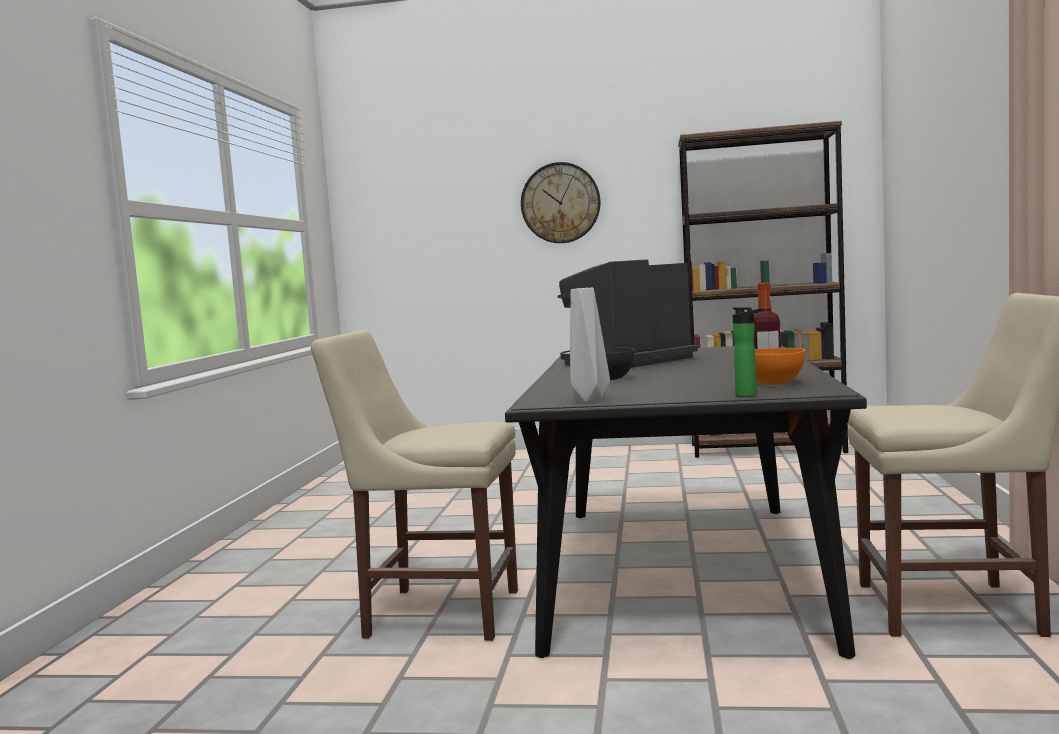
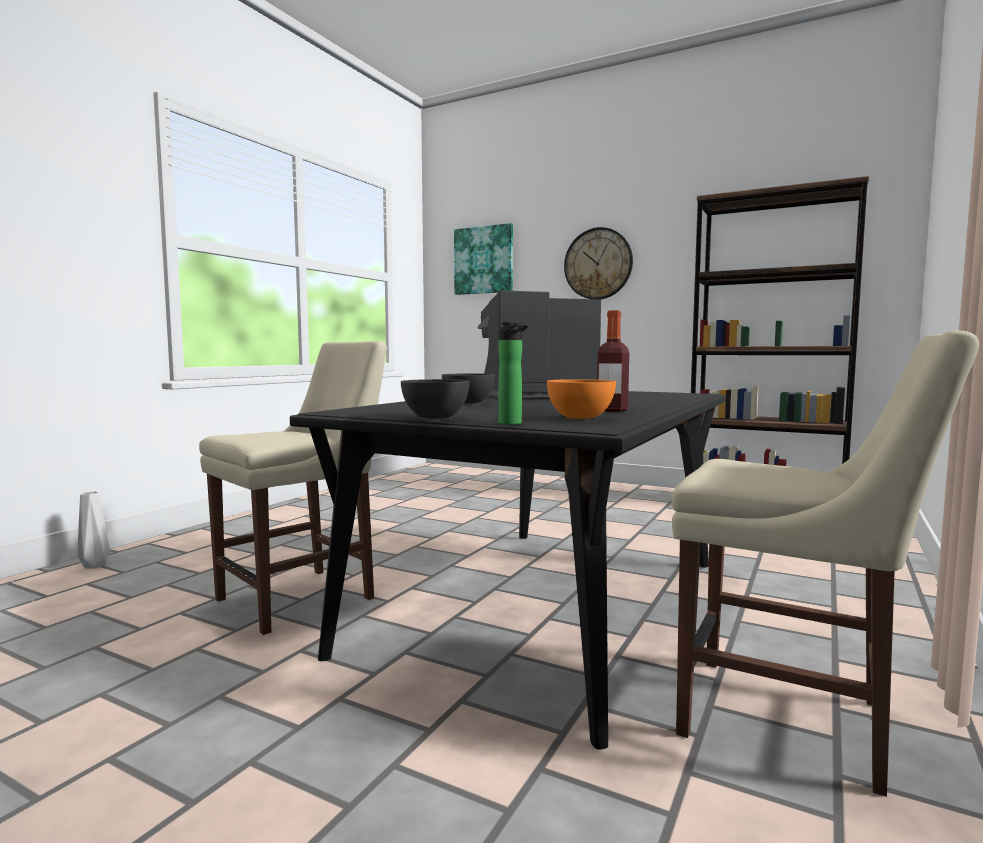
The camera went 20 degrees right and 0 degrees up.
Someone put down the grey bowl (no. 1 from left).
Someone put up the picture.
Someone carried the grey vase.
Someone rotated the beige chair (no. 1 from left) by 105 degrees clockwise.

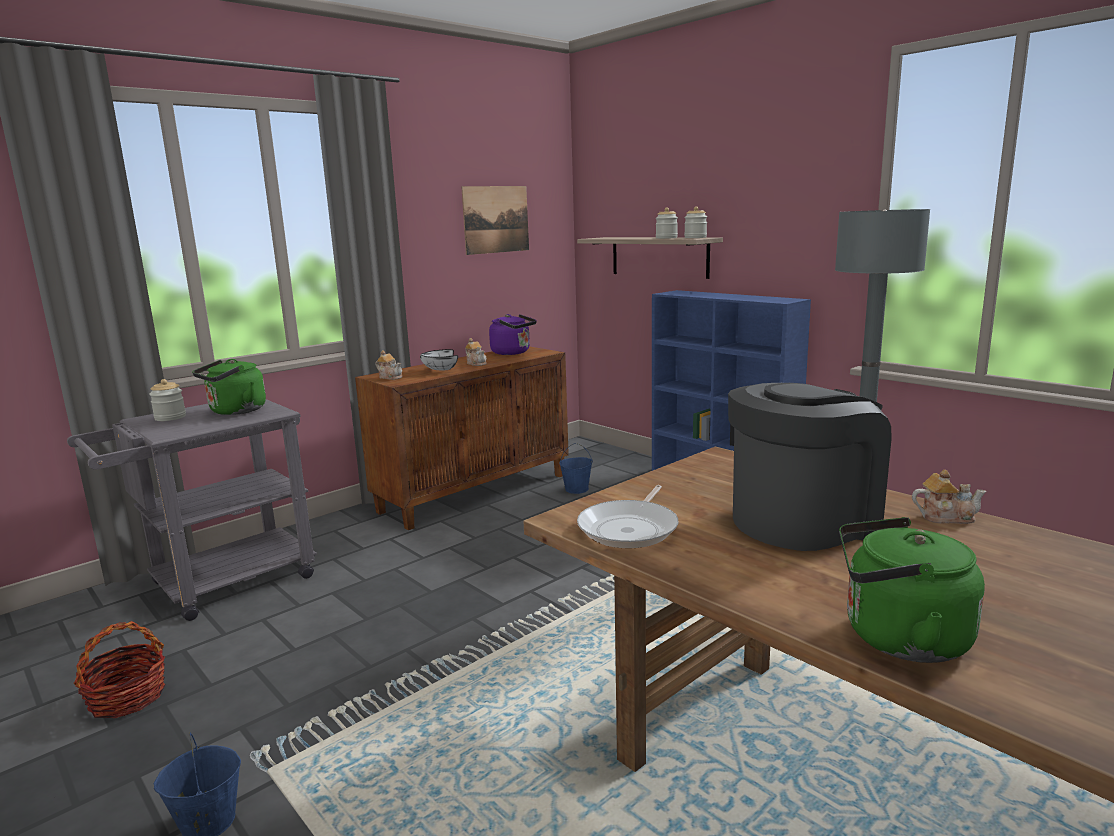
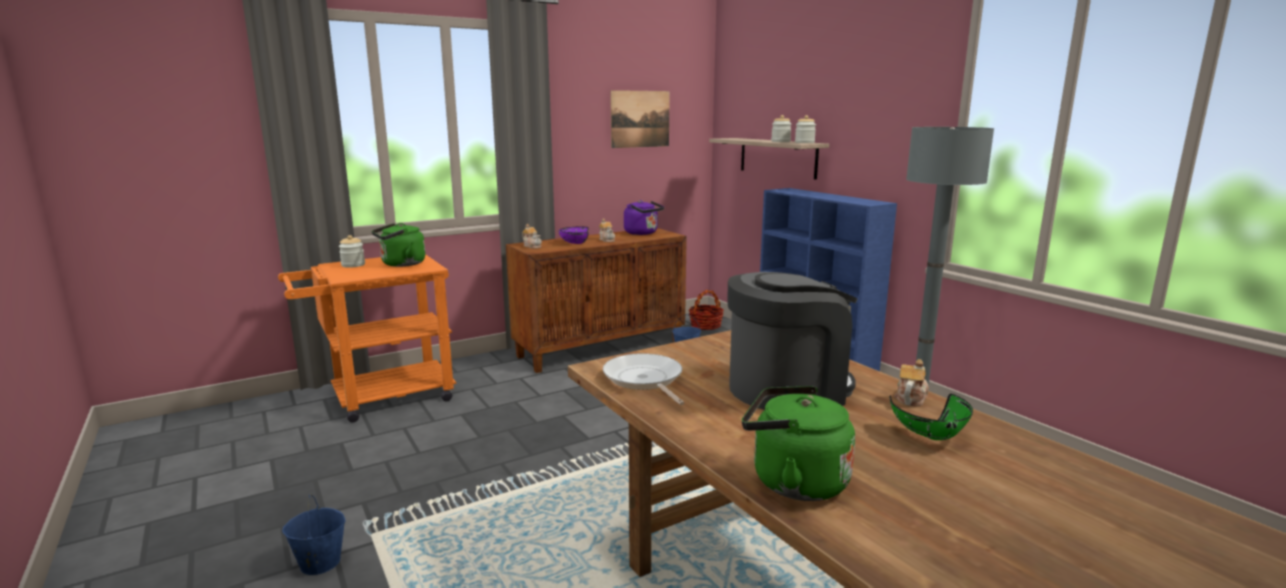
The camera went 10 degrees right and 0 degrees up.
Someone put down the green bowl.
Someone carried the basket.
Someone repainted the grey cart, which became the orange cart.
Someone repainted the white bowl, which became the purple bowl.
Someone rotated the frying pan by 120 degrees clockwise.
Someone rotated the teapot (no. 3 from left) by 75 degrees counterclockwise.

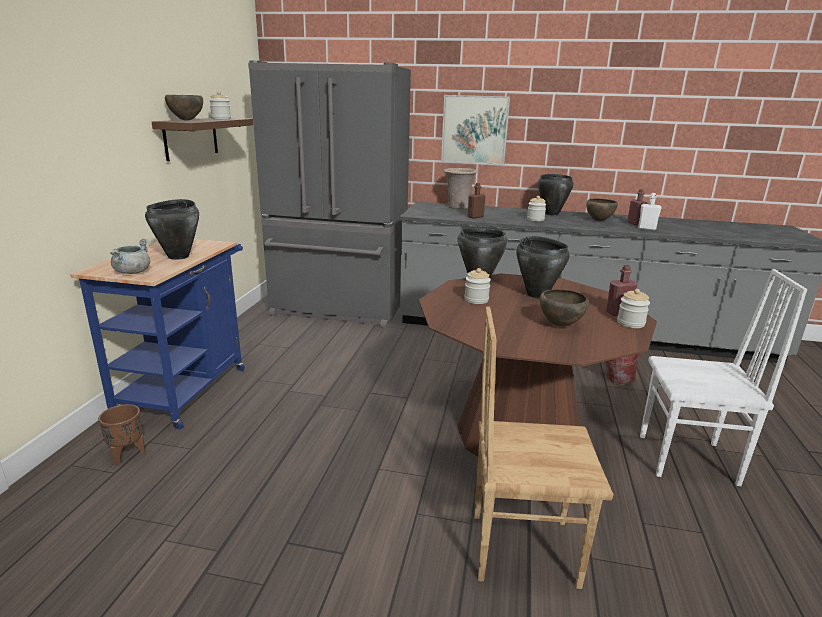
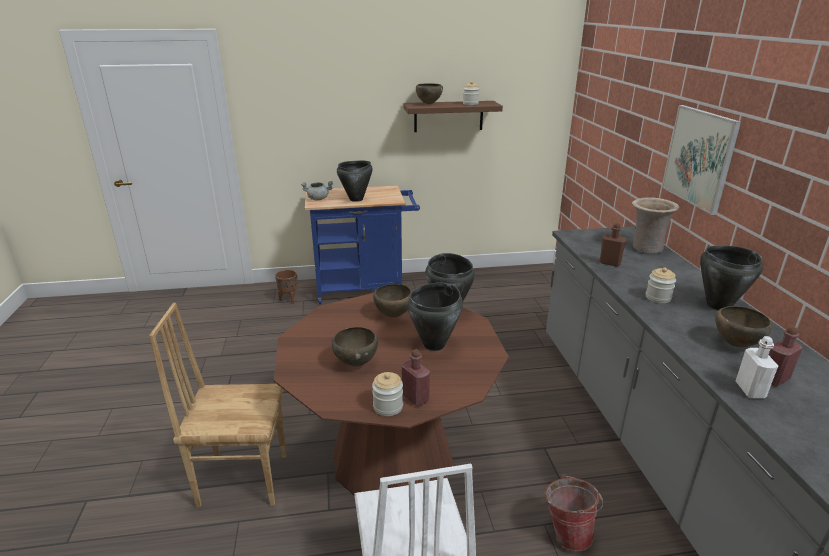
The camera went 70 degrees right and 5 degrees up.
Someone took away the grey fridge.
Someone swapped the jar (no. 2 from left) for the brown bowl (no. 2 from left).
Someone rotated the brown chair by 75 degrees counterclockwise.

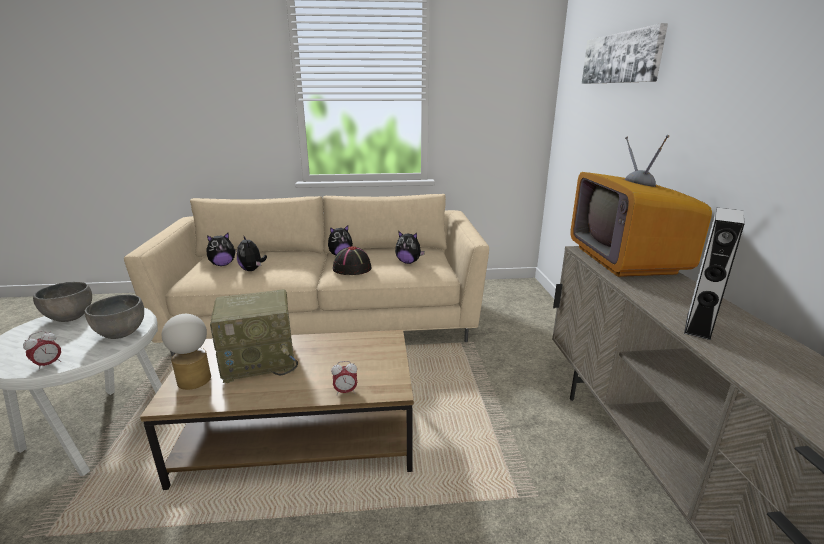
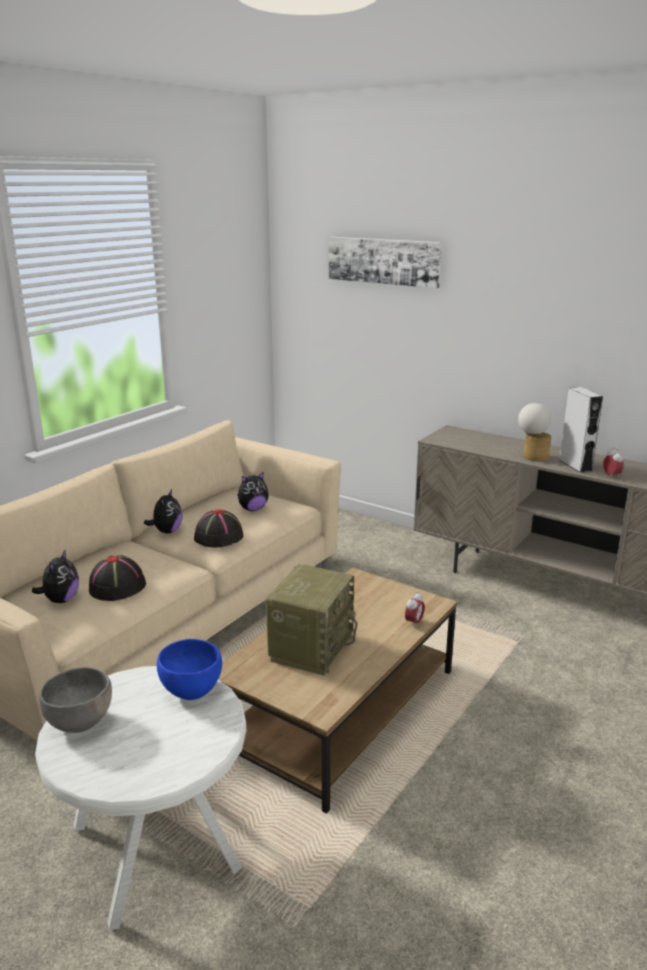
The camera went 50 degrees left and 0 degrees up.
Someone took away the television.
Someone carried the alarm clock (no. 1 from left in the first image).
Someone carried the table lamp.
Someone swapped the plush toy (no. 2 from left) for the black hat (no. 1 from left).
Someone repainted the grey bowl (no. 2 from left), which became the blue bowl.

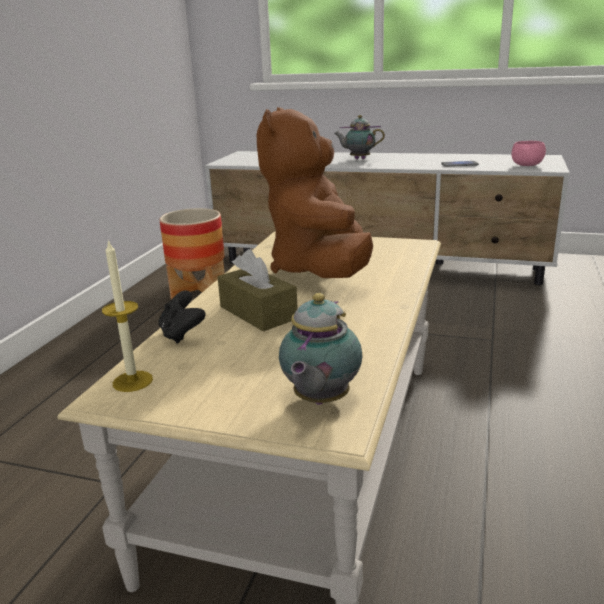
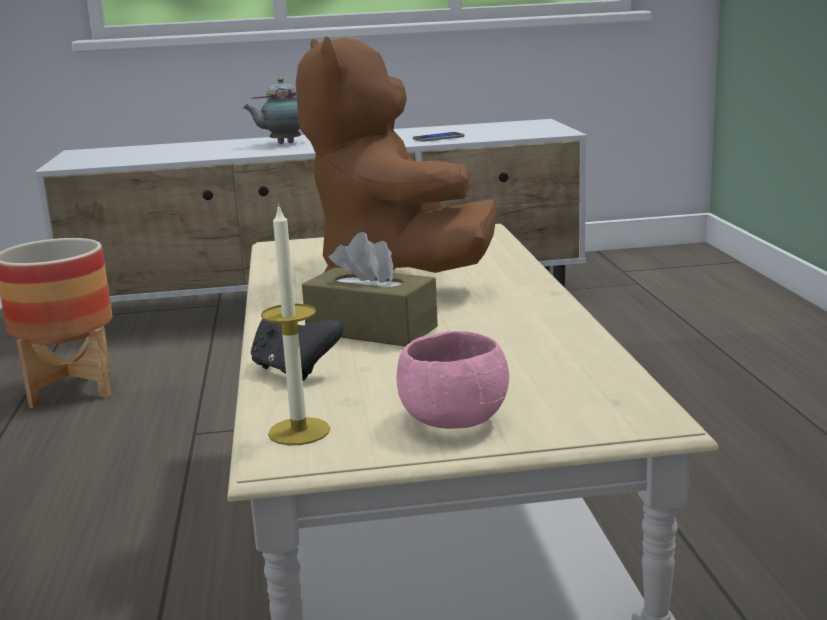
The camera went 25 degrees left and 5 degrees down.
Someone took away the teapot (no. 1 from left).
Someone carried the pink bowl.

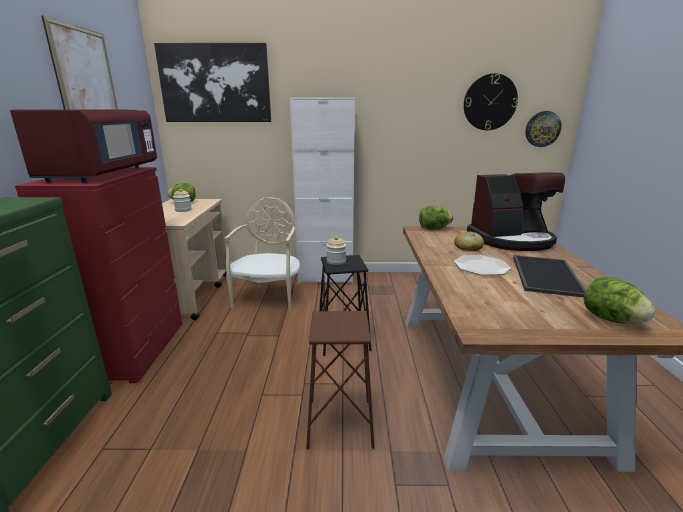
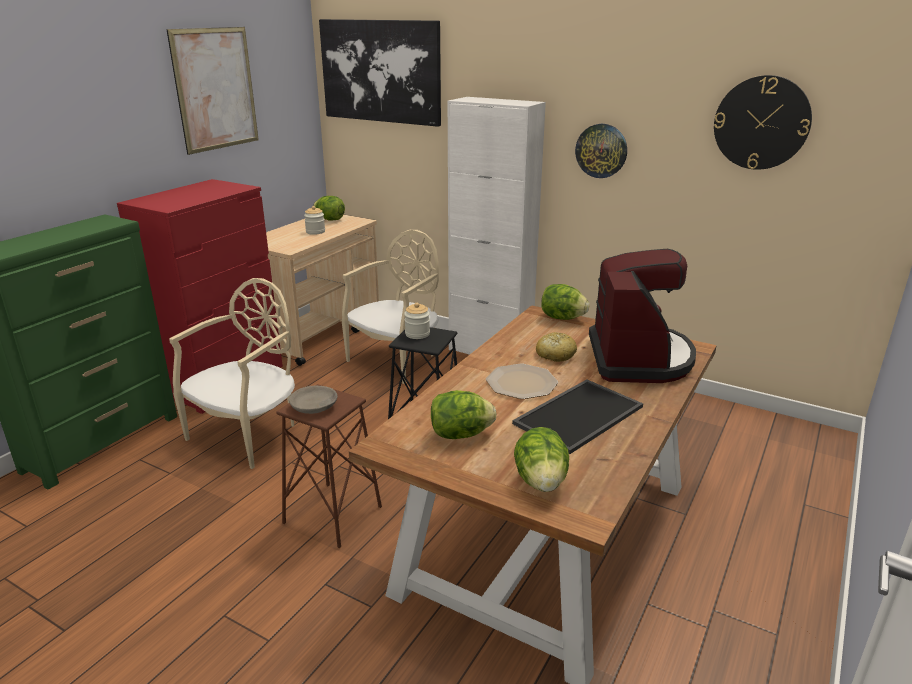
The camera went 30 degrees right and 5 degrees up.
Someone took away the red microwave.
Someone put down the beige chair (no. 1 from left).
Someone put down the grey bowl.
Someone put down the lettuce (no. 2 from left).
Someone carried the wall clock (no. 2 from left in the first image).
Someone rotated the coffee machine by 105 degrees counterclockwise.

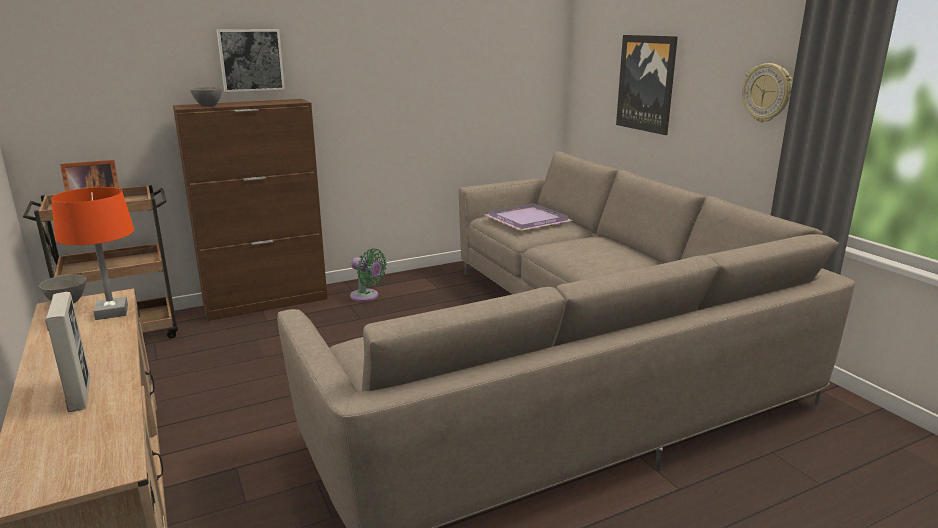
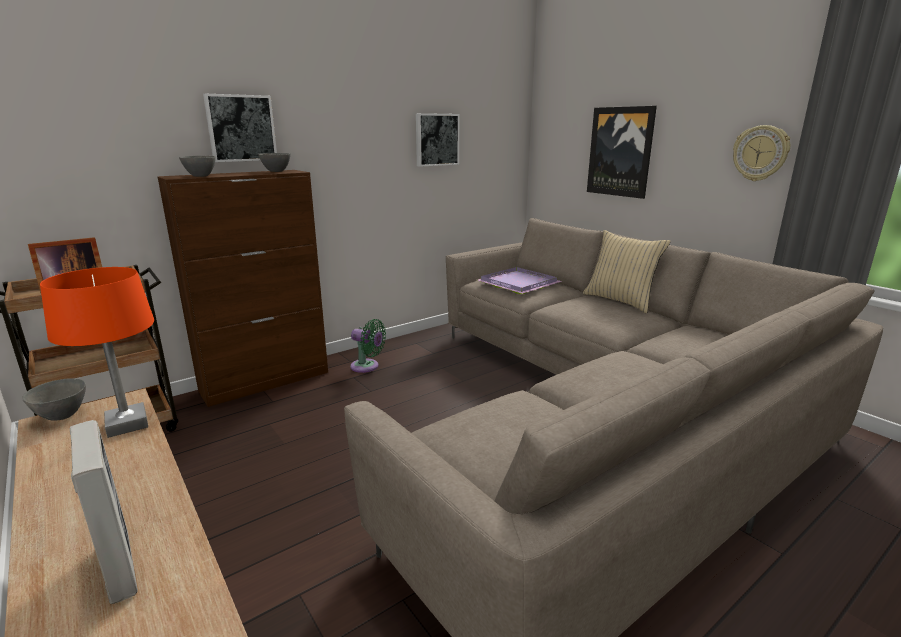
The camera went 10 degrees left and 0 degrees up.
Someone put down the grey bowl (no. 3 from left).
Someone put up the picture (no. 2 from left).
Someone put down the beige pillow.

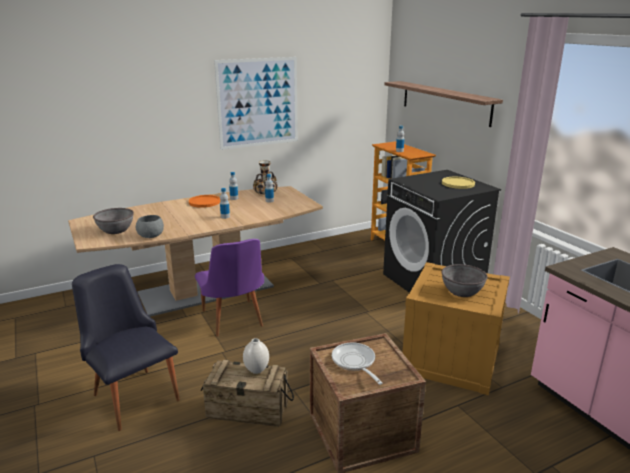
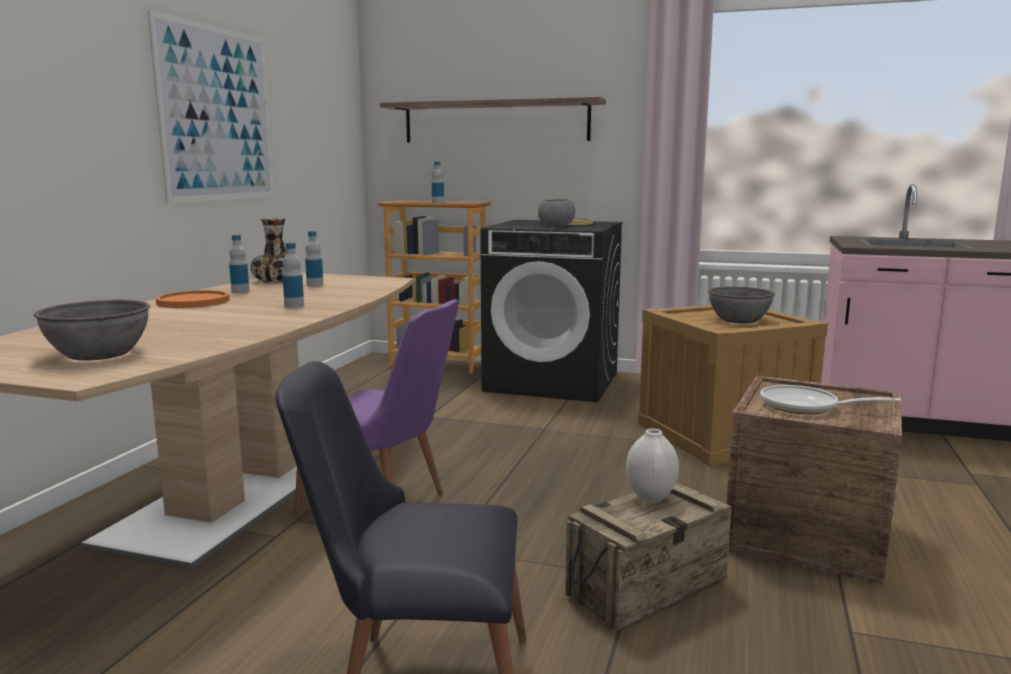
The camera went 45 degrees left and 10 degrees down.
Someone carried the grey bowl (no. 2 from left).

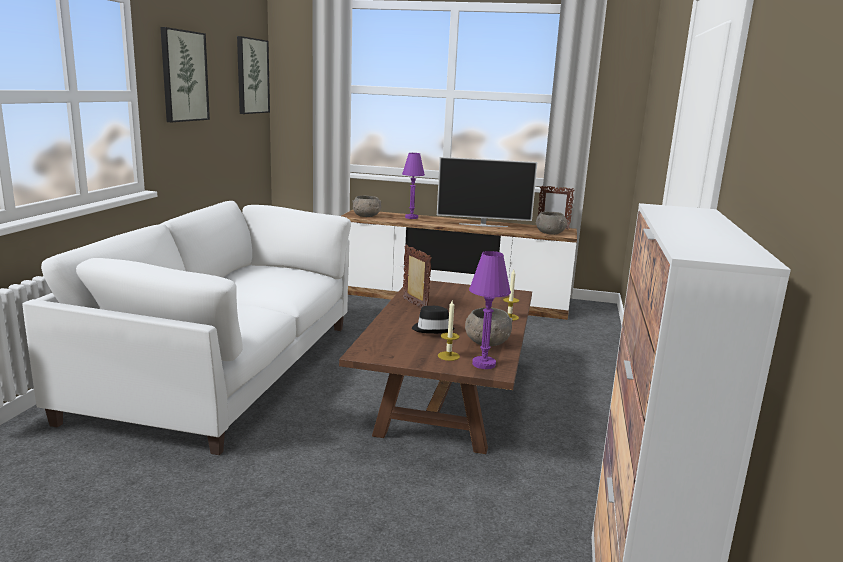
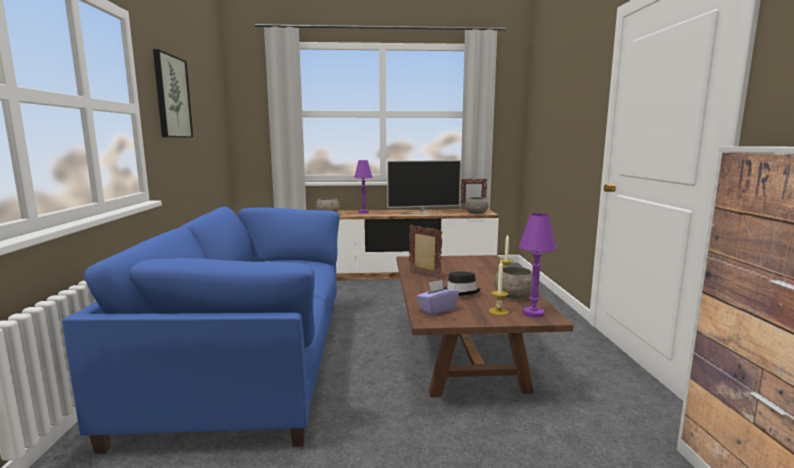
The camera went 15 degrees left and 5 degrees down.
Someone took away the picture (no. 2 from left).
Someone put down the purple tissue box.
Someone repainted the white sofa, which became the blue sofa.

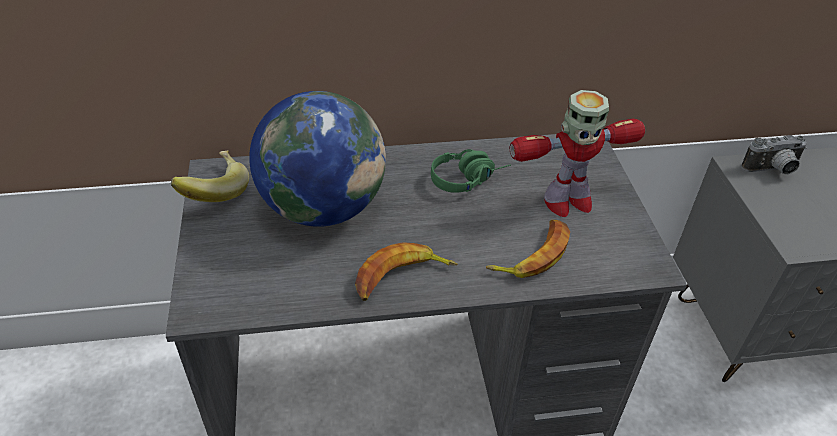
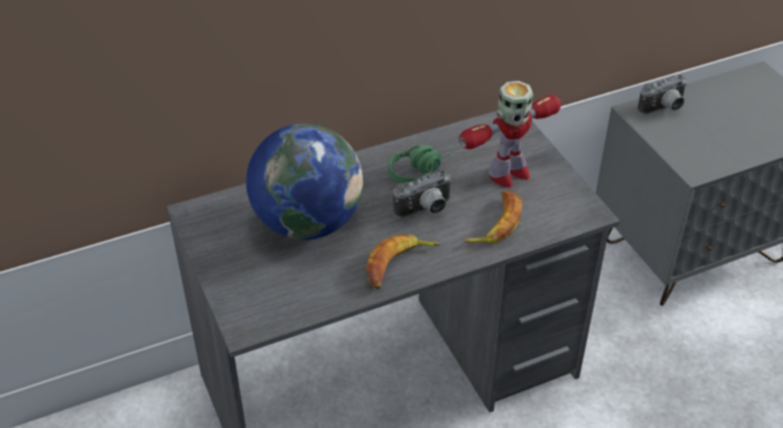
The camera went 15 degrees left and 0 degrees up.
Someone took away the banana (no. 1 from left).
Someone put down the photo camera (no. 1 from left).

